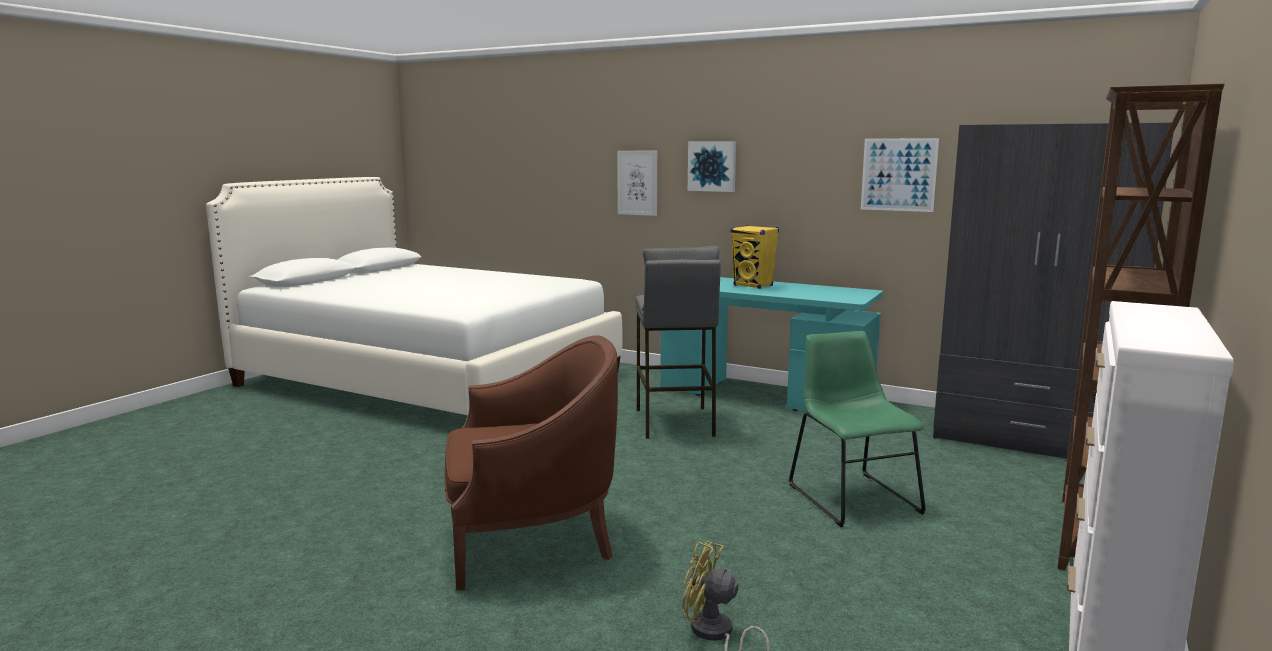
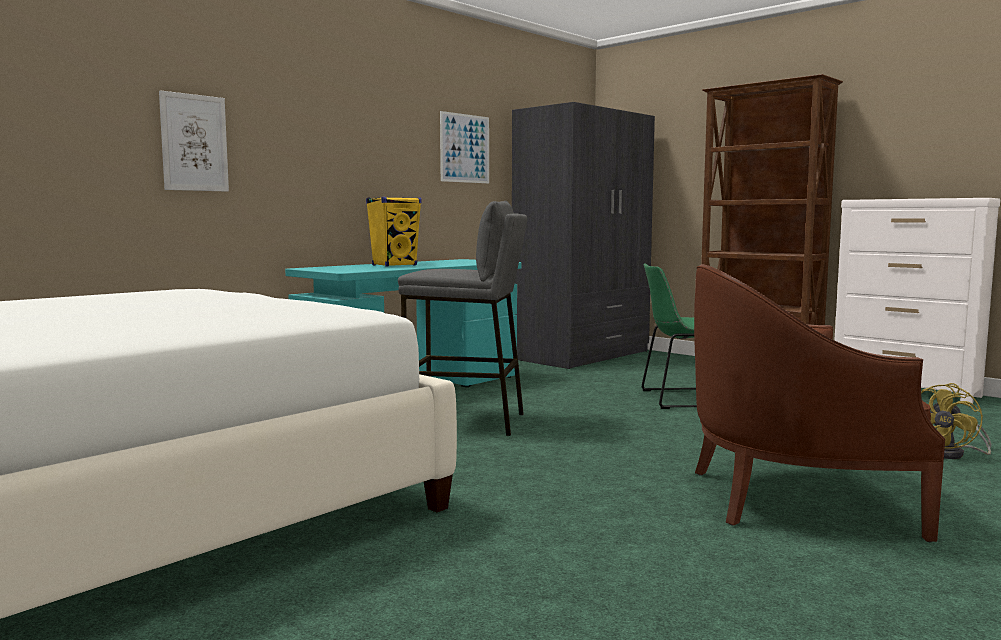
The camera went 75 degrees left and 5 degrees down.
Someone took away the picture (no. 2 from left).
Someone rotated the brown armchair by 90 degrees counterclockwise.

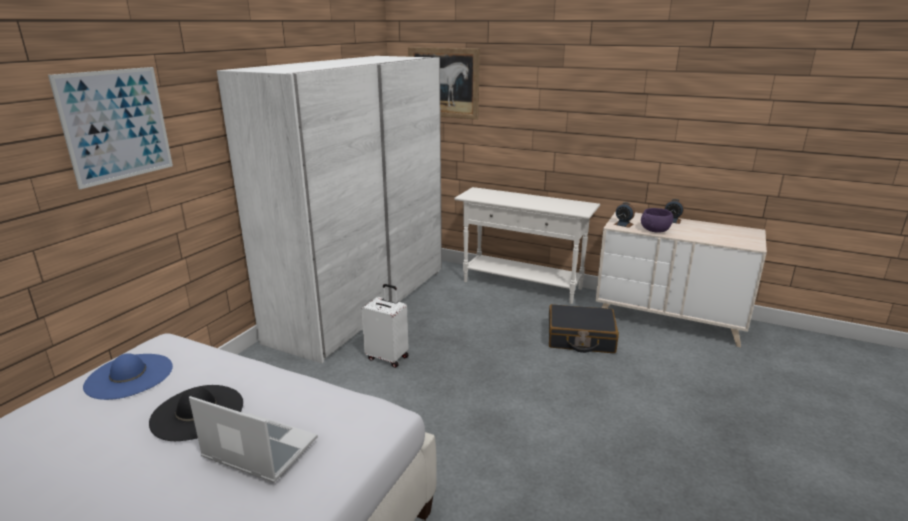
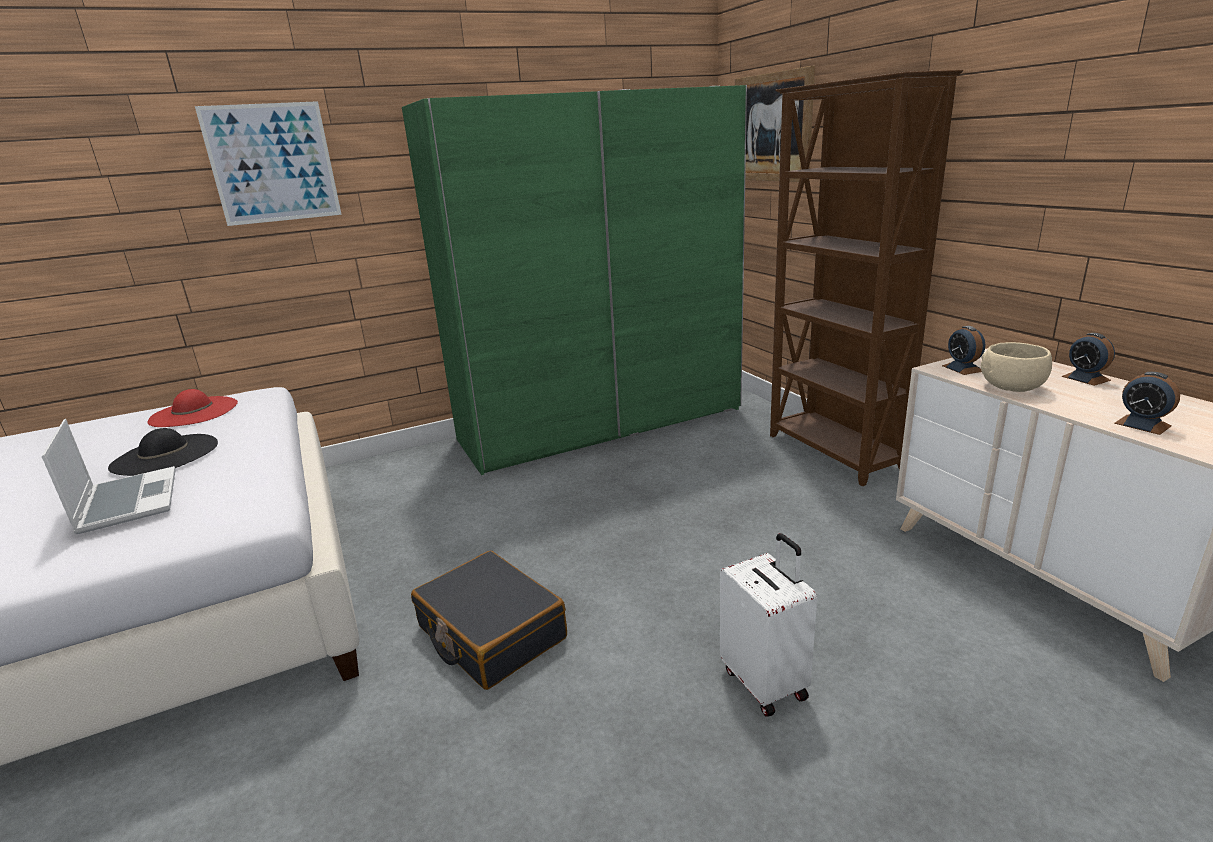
The camera went 40 degrees right and 0 degrees up.
Someone put down the alarm clock (no. 3 from left).
Someone carried the white suitcase.
Someone carried the black suitcase.
Someone swapped the white console table for the brown bookcase.
Someone repainted the blue hat, which became the red hat.
Someone repainted the white wardrobe, which became the green wardrobe.
Someone repainted the purple bowl, which became the beige bowl.

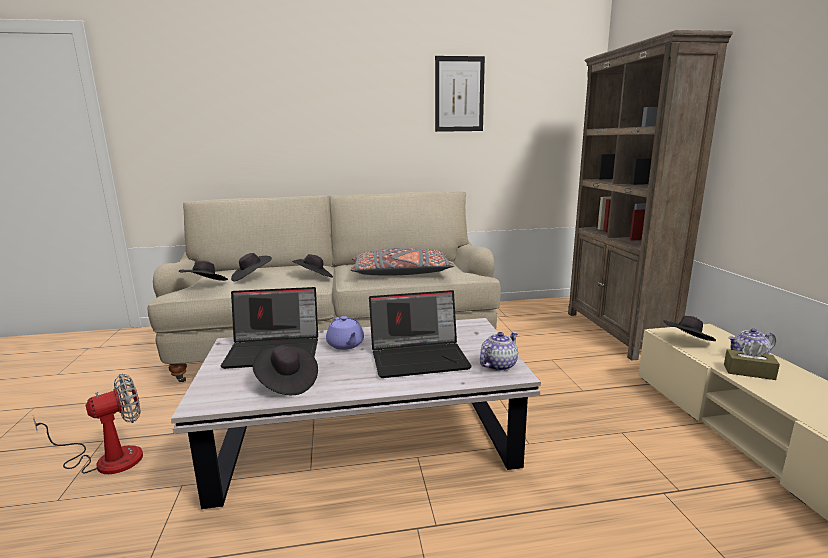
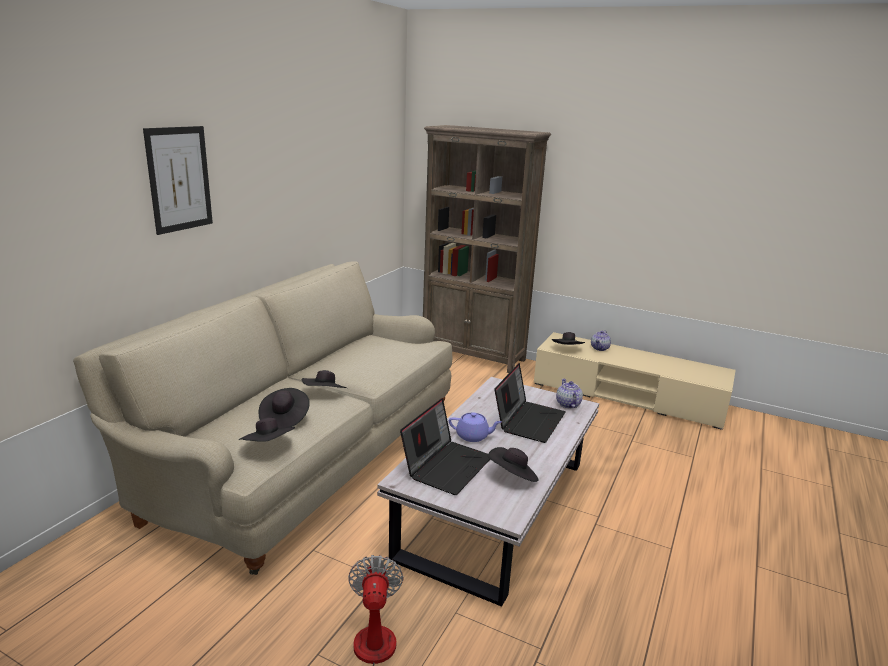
The camera went 55 degrees left and 5 degrees up.
Someone took away the grey pillow.
Someone took away the brown tissue box.
Someone carried the picture.

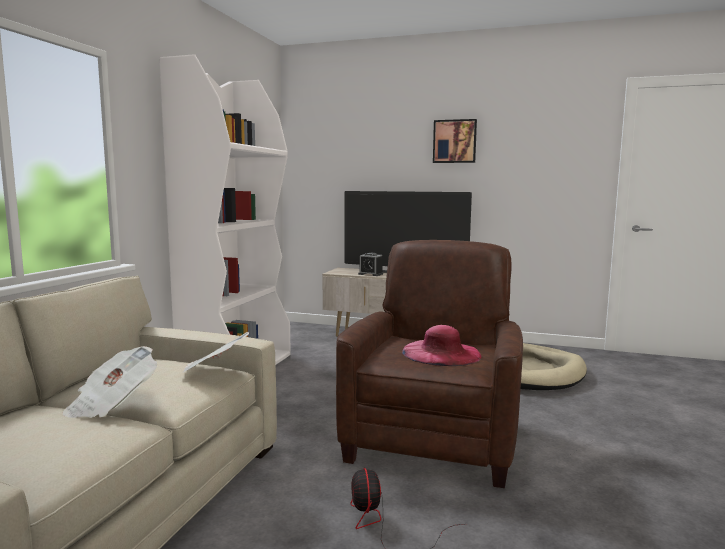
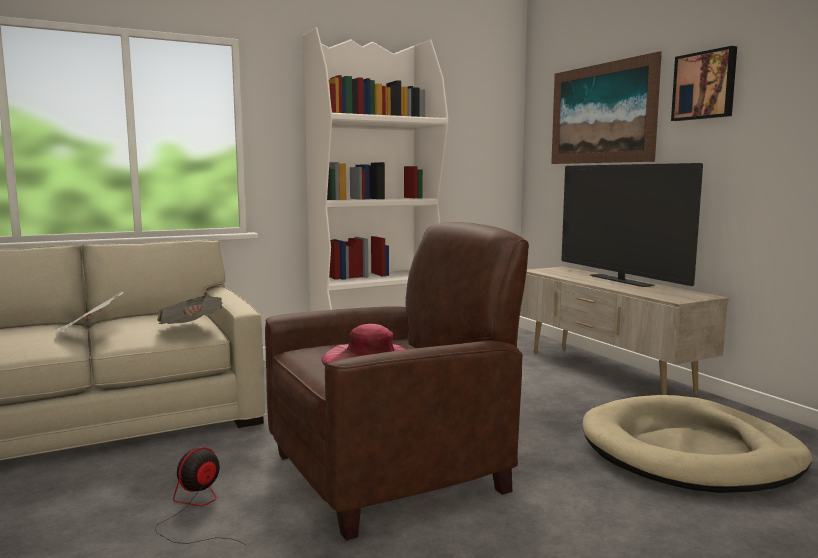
The camera went 45 degrees right and 0 degrees up.
Someone took away the alarm clock.
Someone put up the picture (no. 1 from left).

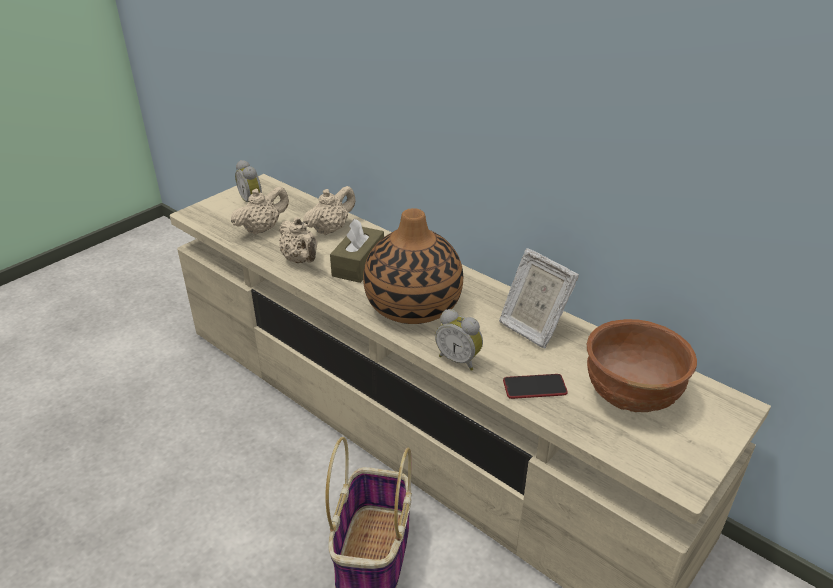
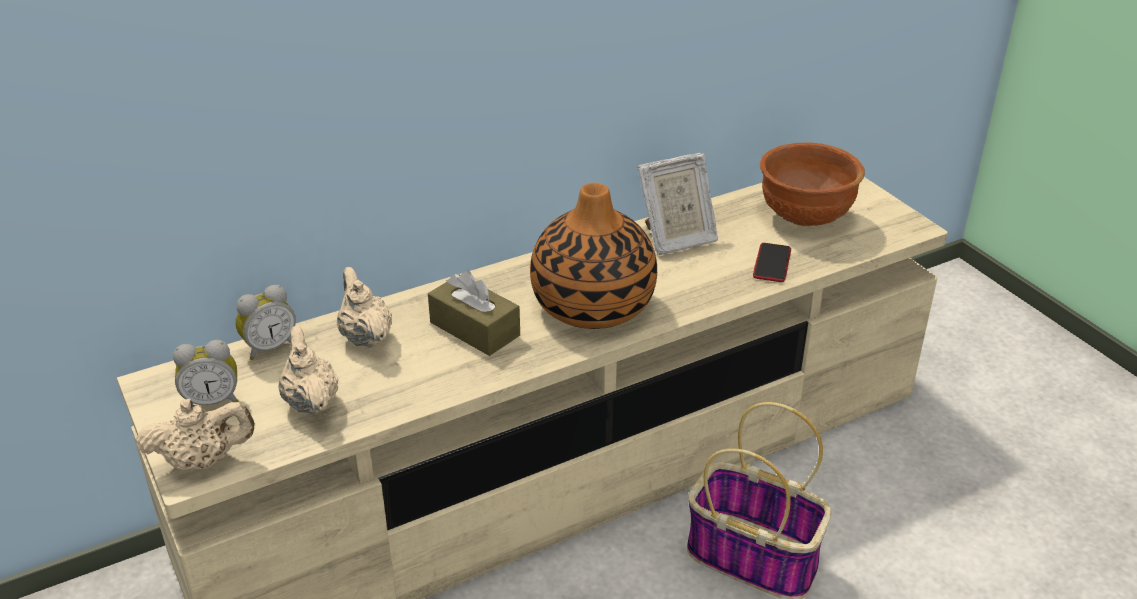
The camera went 70 degrees left and 0 degrees up.
Someone carried the beige teapot (no. 2 from left in the first image).
Someone carried the alarm clock (no. 2 from left).

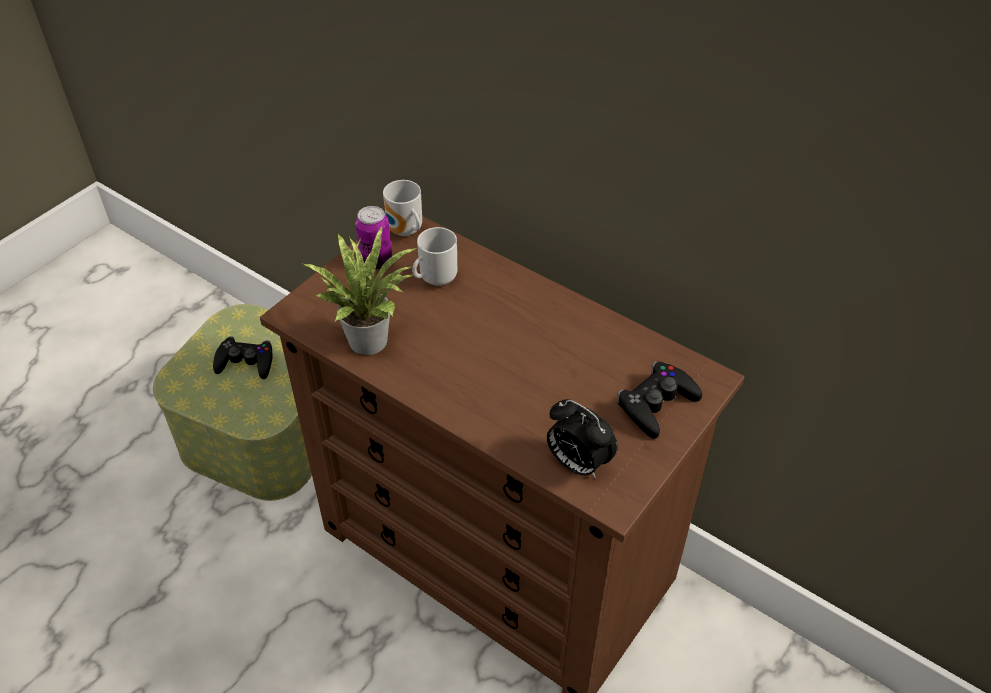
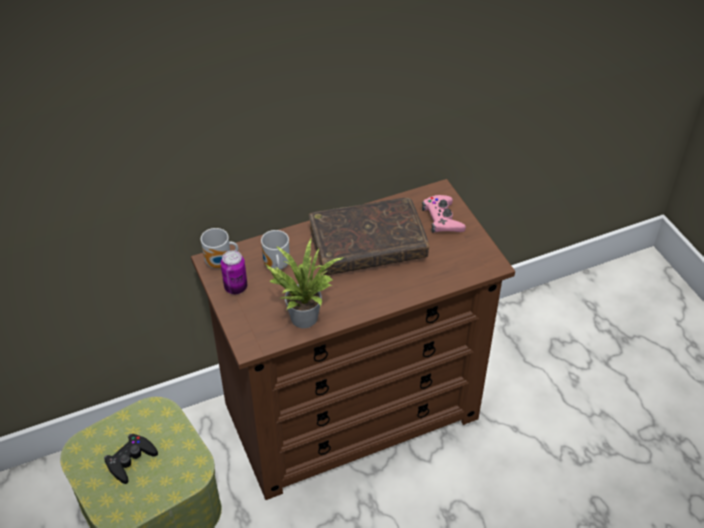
The camera went 60 degrees left and 0 degrees up.
Someone took away the alarm clock.
Someone put down the brown book.
Someone repainted the black game controller (no. 2 from left), which became the pink game controller.

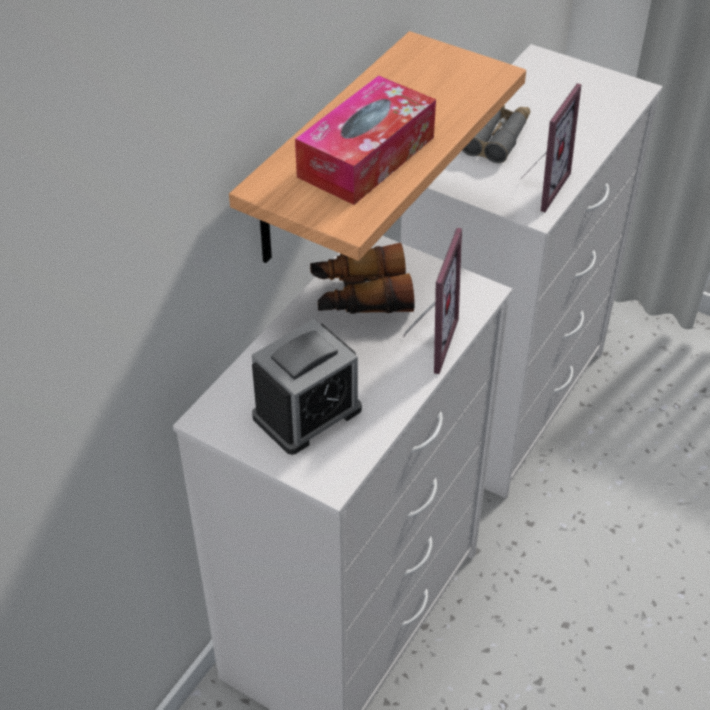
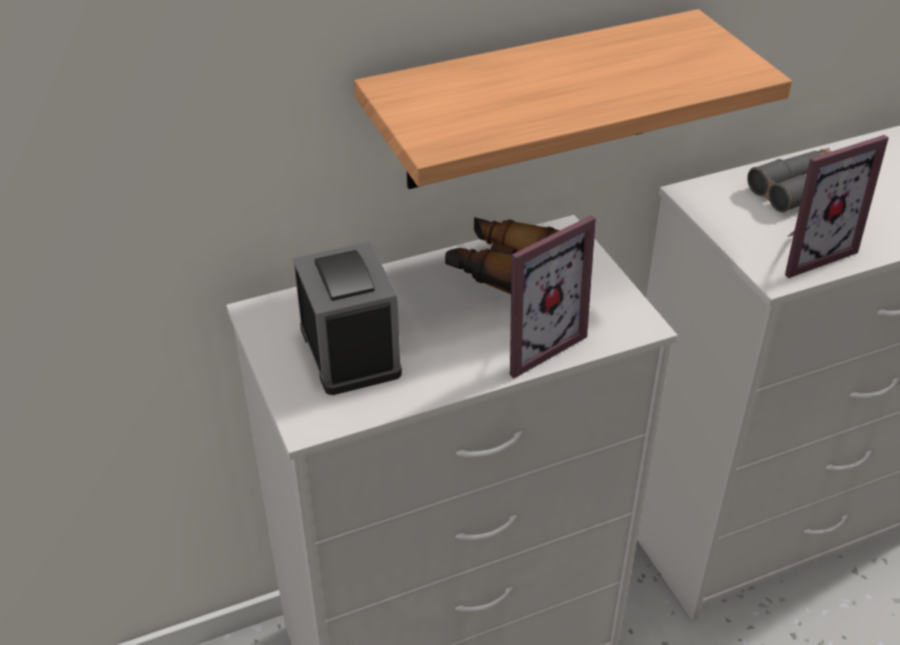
The camera went 35 degrees right and 5 degrees down.
Someone took away the tissue box.
Someone rotated the alarm clock by 105 degrees counterclockwise.

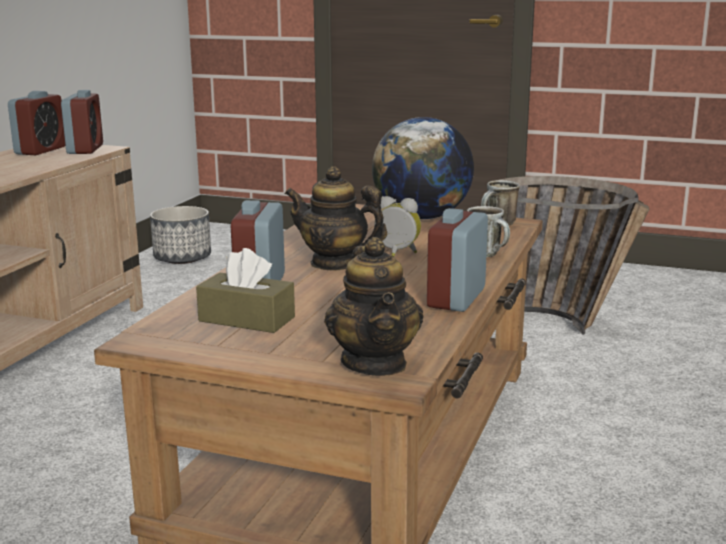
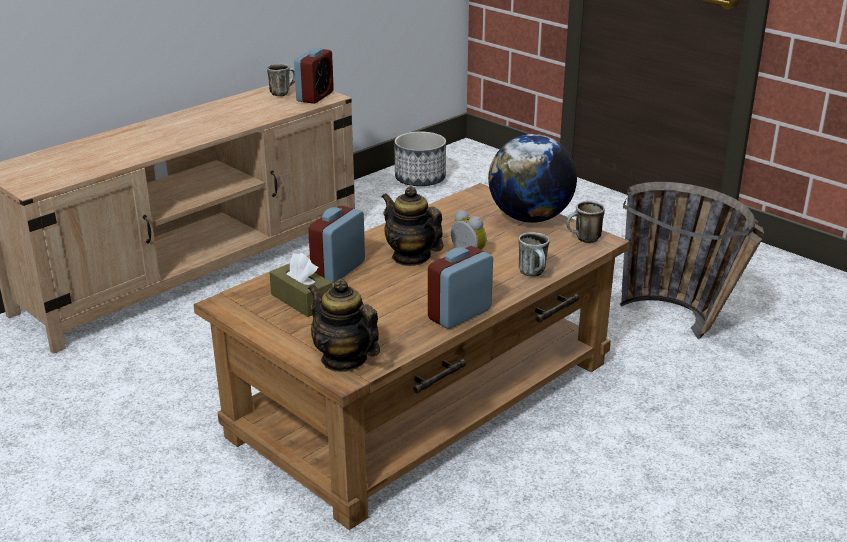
The camera went 25 degrees right and 10 degrees up.
Someone swapped the alarm clock (no. 1 from left) for the mug (no. 1 from left).
Someone rotated the teapot (no. 2 from left in the first image) by 120 degrees clockwise.

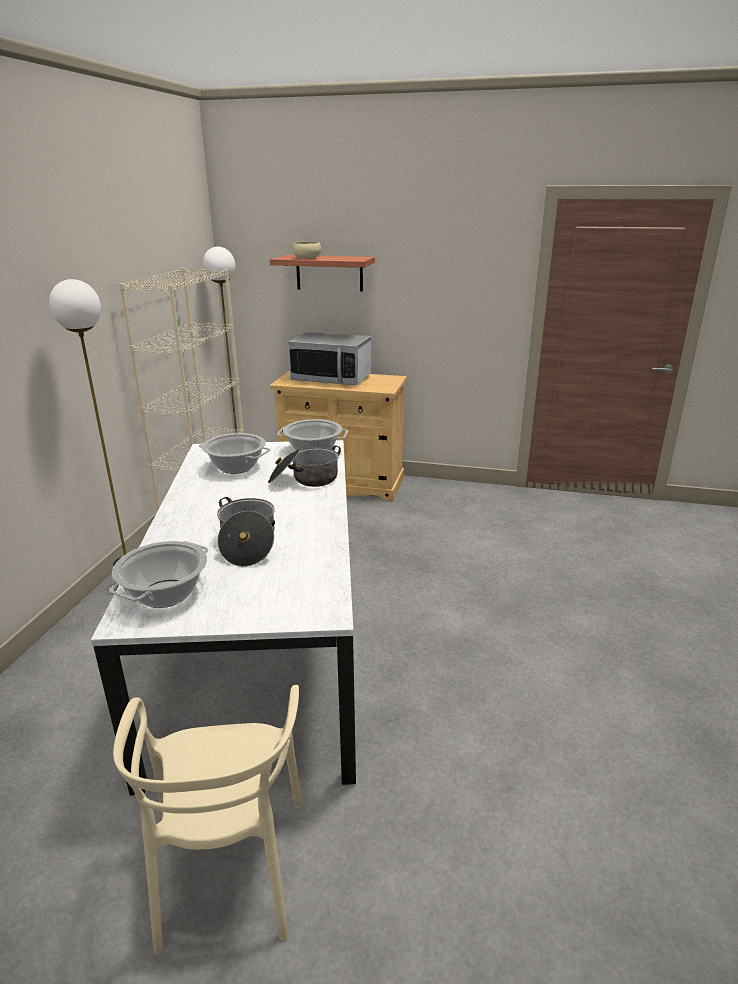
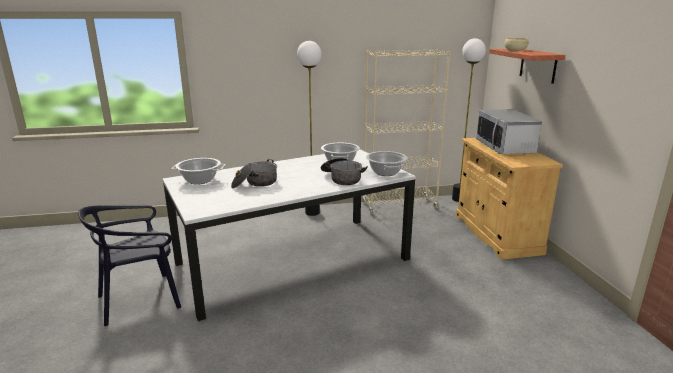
The camera went 65 degrees right and 5 degrees down.
Someone repainted the beige chair, which became the black chair.

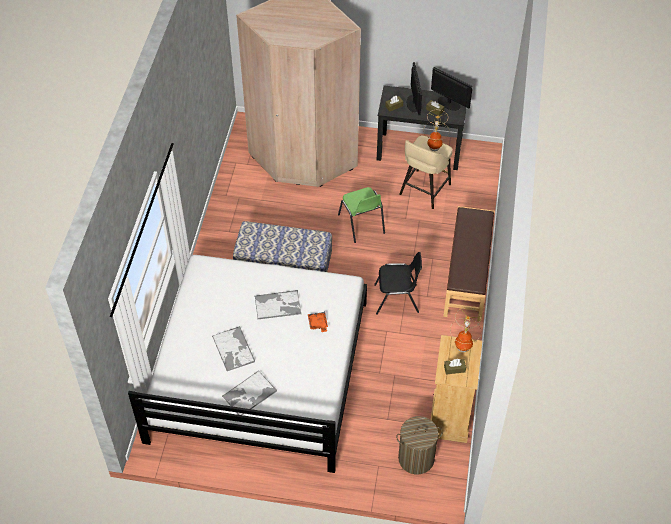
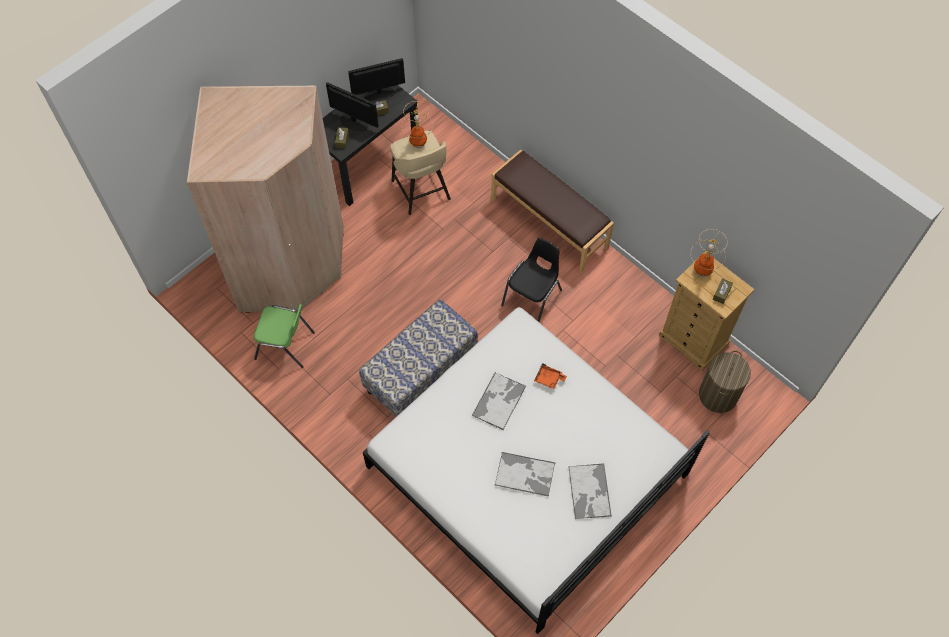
The camera went 55 degrees left and 10 degrees up.
Someone carried the green chair.

